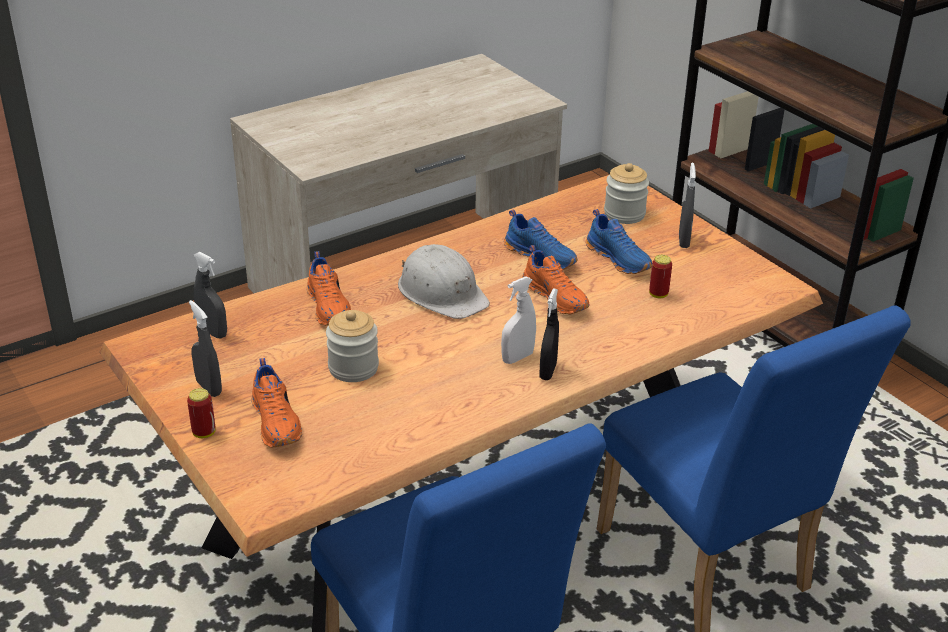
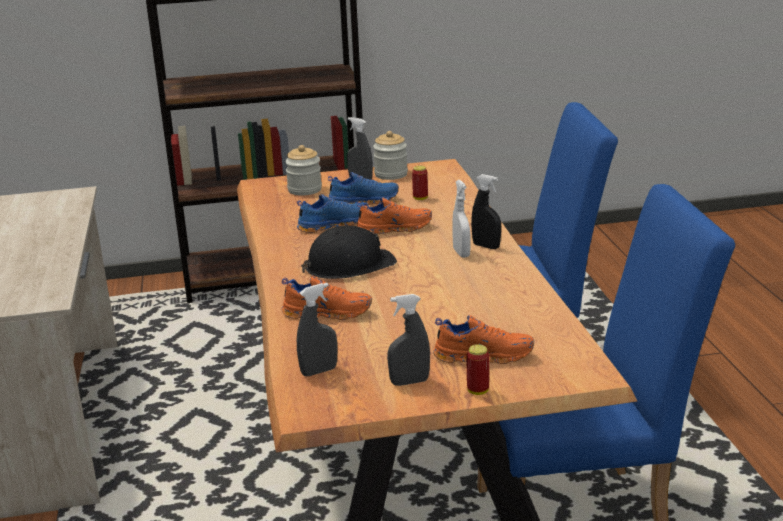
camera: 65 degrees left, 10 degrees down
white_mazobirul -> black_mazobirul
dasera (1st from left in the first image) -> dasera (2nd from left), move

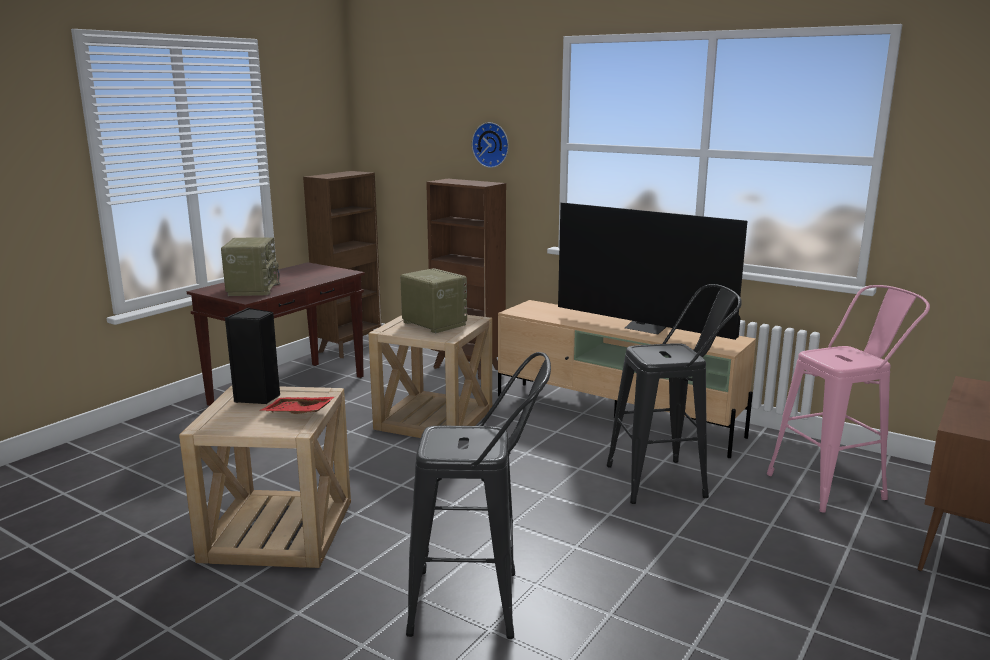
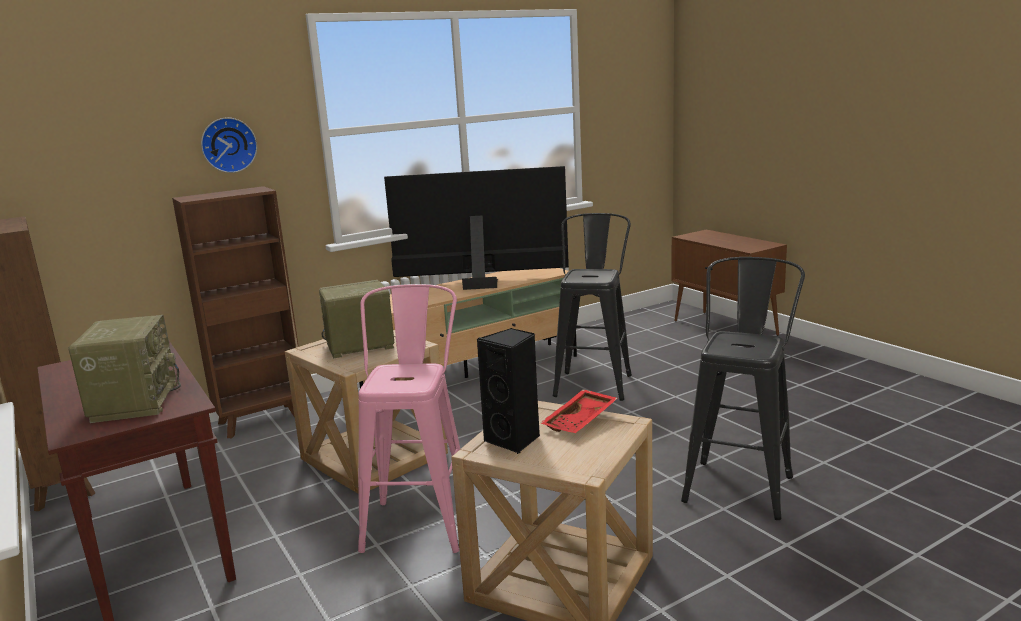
camera: 65 degrees left, 0 degrees up
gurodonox, 150 degrees counterclockwise
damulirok (1st from left), 60 degrees clockwise
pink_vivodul, move

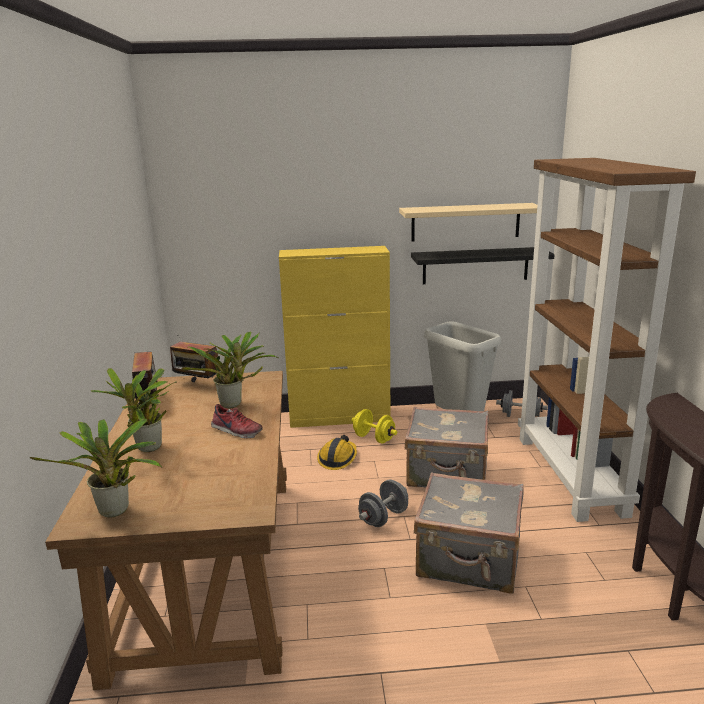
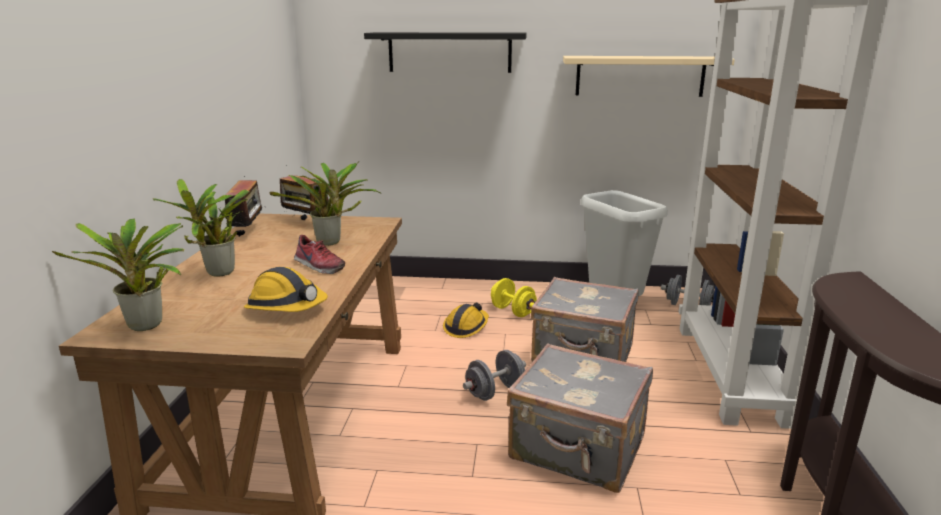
camera: 10 degrees right, 0 degrees up
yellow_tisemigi -> none
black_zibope, move
none -> mazobirul (1st from left)

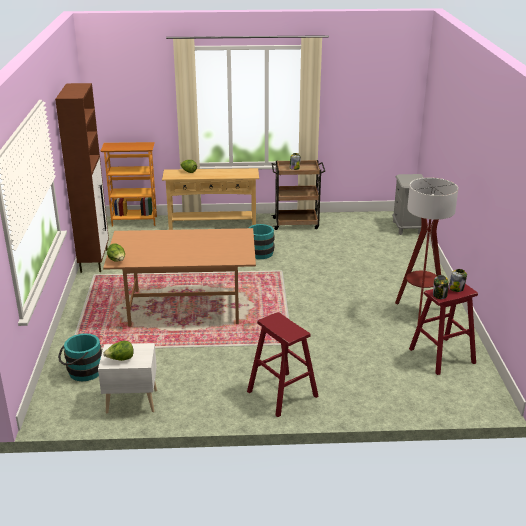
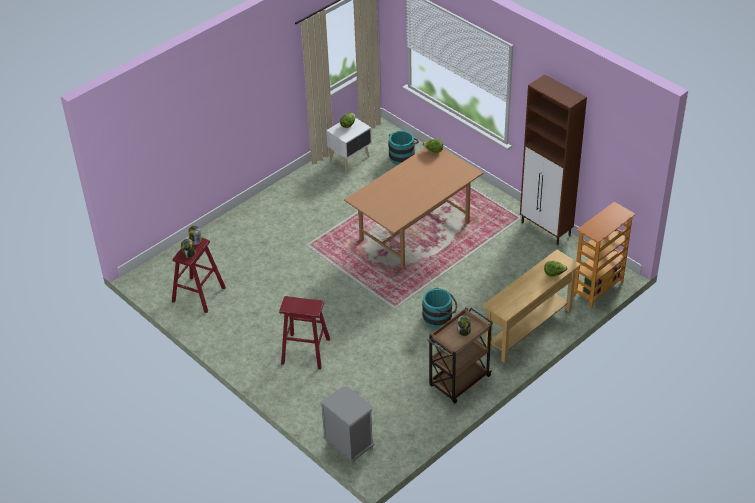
camera: 140 degrees right, 15 degrees up
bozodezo -> none
red_vivodul (1st from left in the first image) -> red_vivodul (2nd from left), move

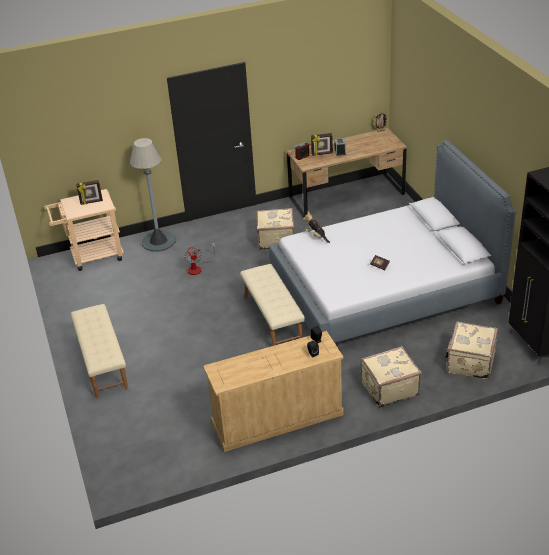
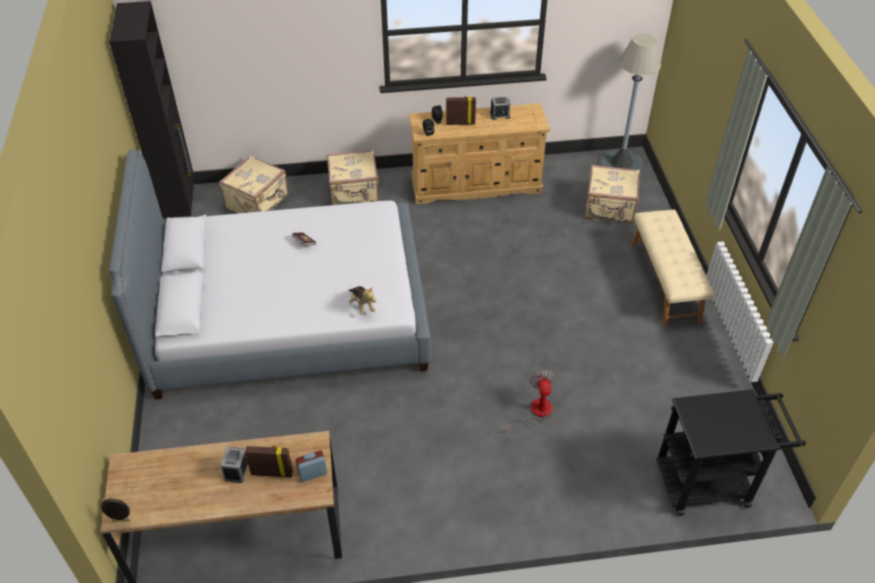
camera: 170 degrees left, 10 degrees up
grey_bozodezo, move
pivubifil (1st from left in the first image) -> pivubifil (3rd from left), move
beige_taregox -> black_taregox
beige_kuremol (1st from left in the first image) -> beige_kuremol (3rd from left), move
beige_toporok (2nd from left) -> none
none -> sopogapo (3rd from left)

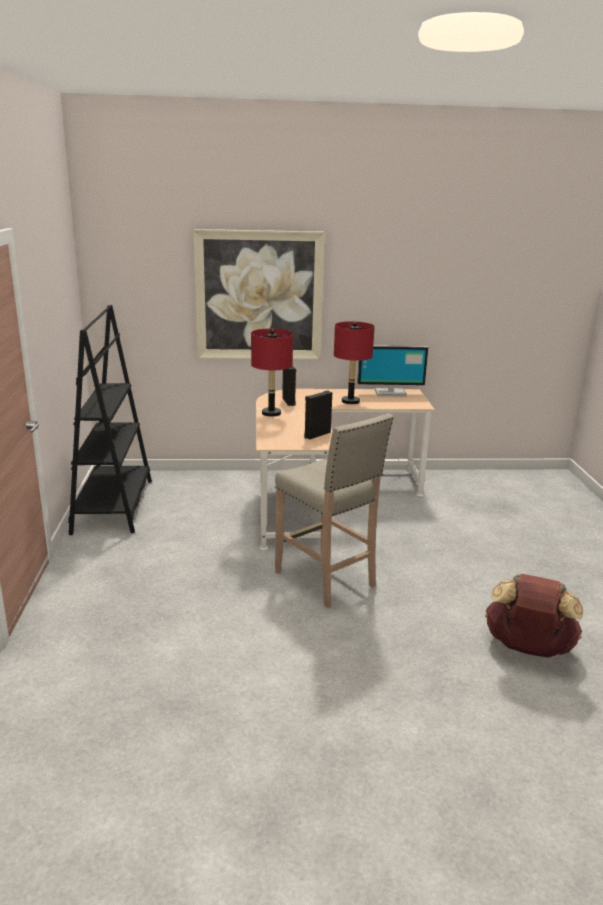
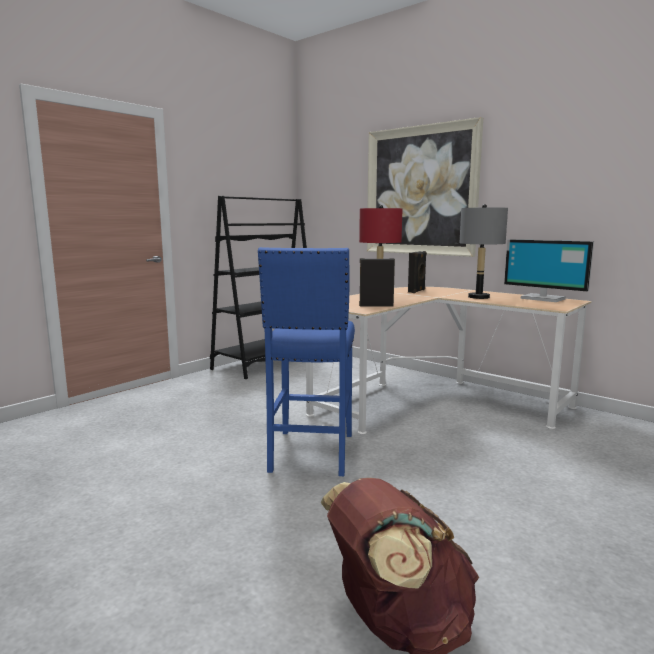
camera: 45 degrees right, 10 degrees down
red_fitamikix (2nd from left) -> grey_fitamikix
beige_vivodul -> blue_vivodul

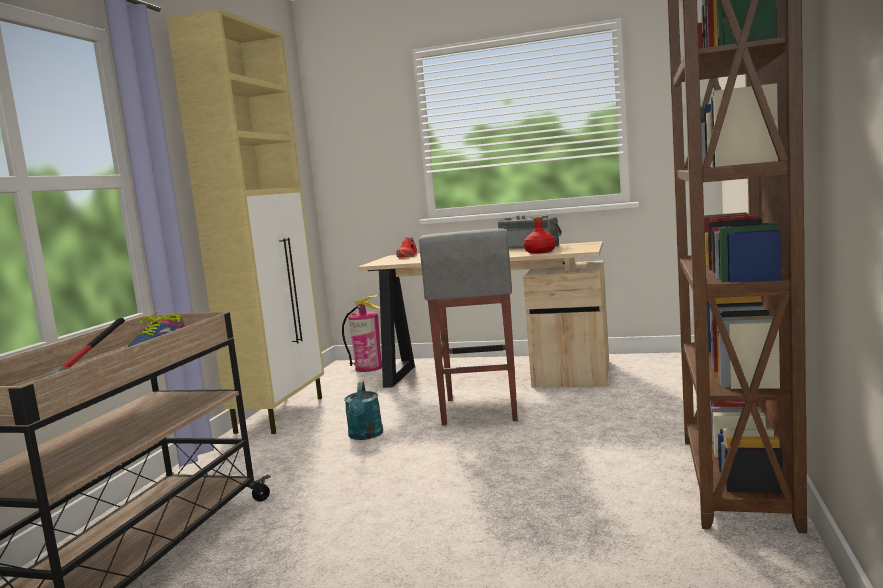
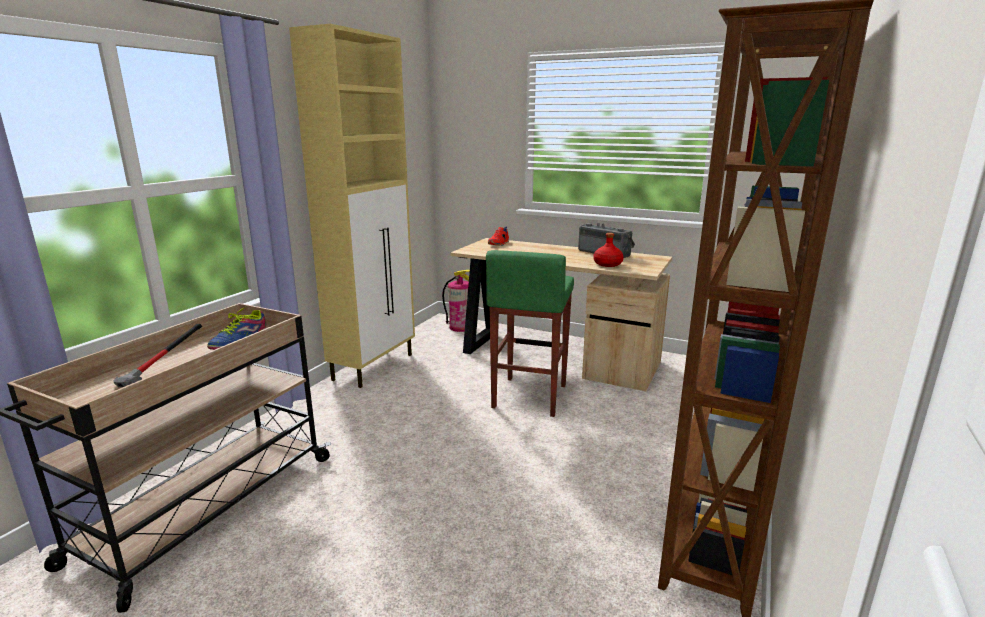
camera: 10 degrees right, 10 degrees up
grey_vivodul -> green_vivodul
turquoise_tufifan -> none

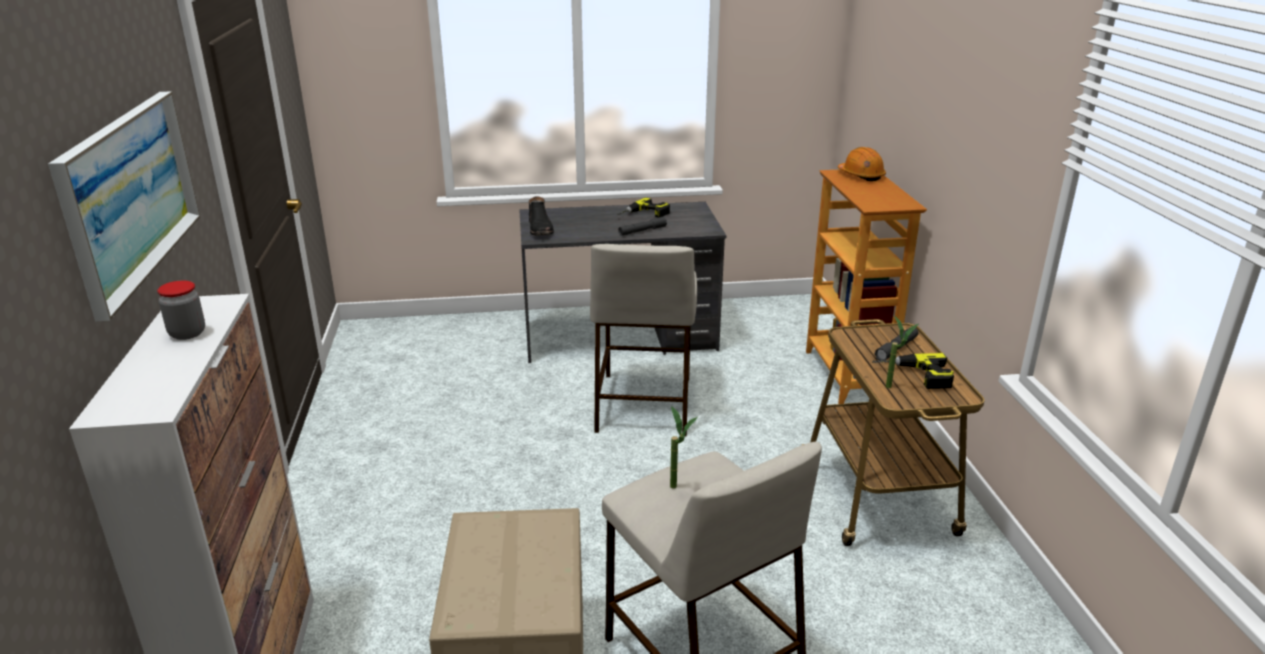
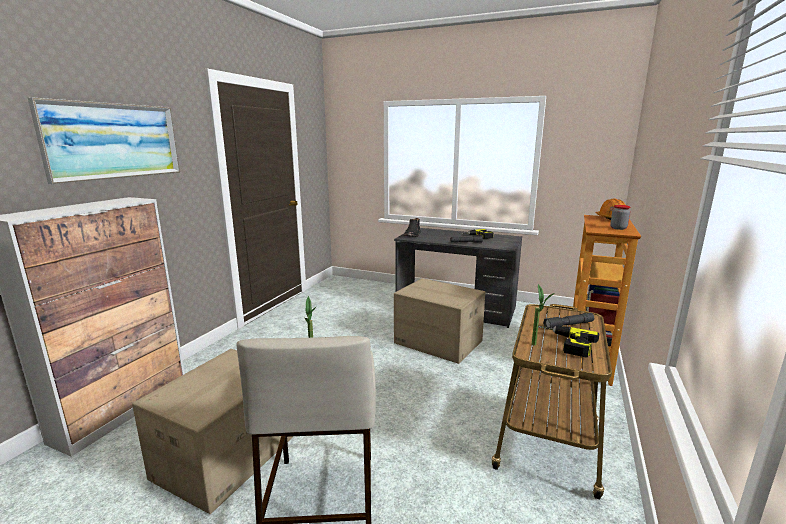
camera: 30 degrees right, 10 degrees down
beige_vivodul (1st from left) -> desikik (2nd from left)
dasera, move

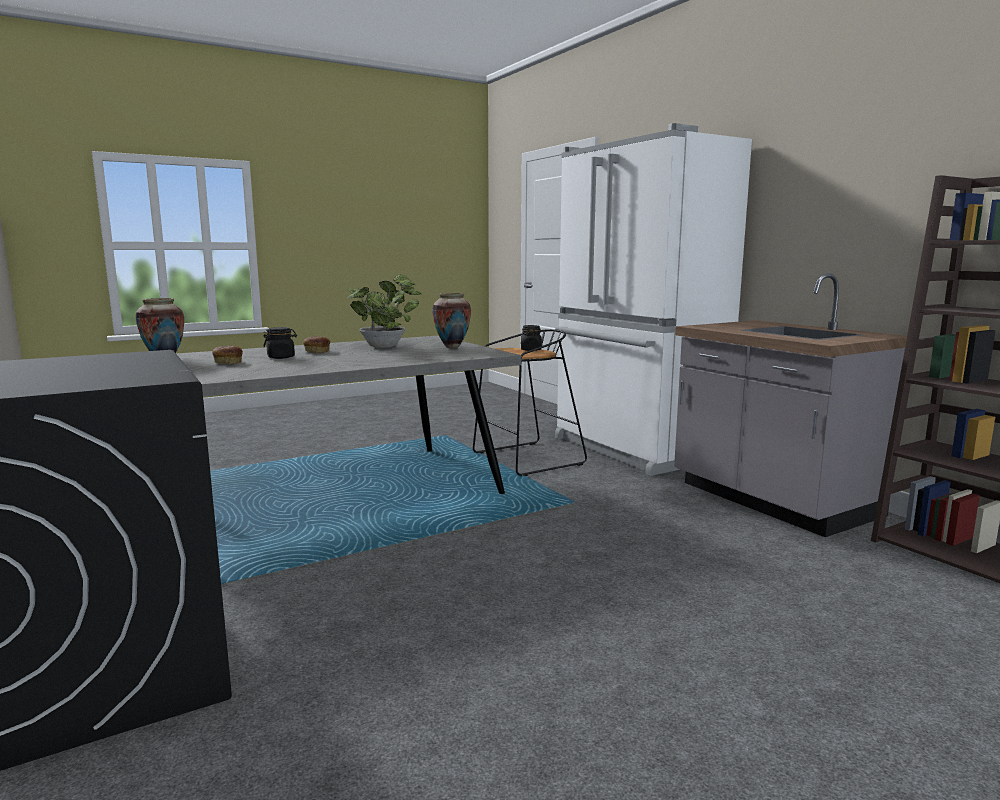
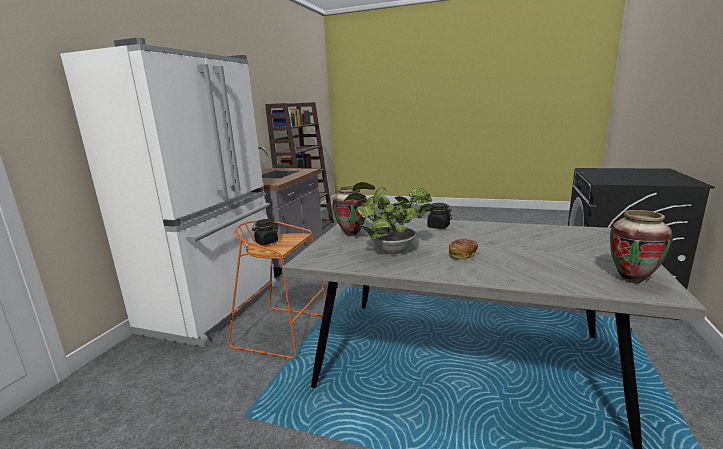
camera: 130 degrees left, 5 degrees up
black_dasera (1st from left in the first image) -> black_dasera (2nd from left), move
black_vivodul -> orange_vivodul
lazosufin (1st from left) -> none

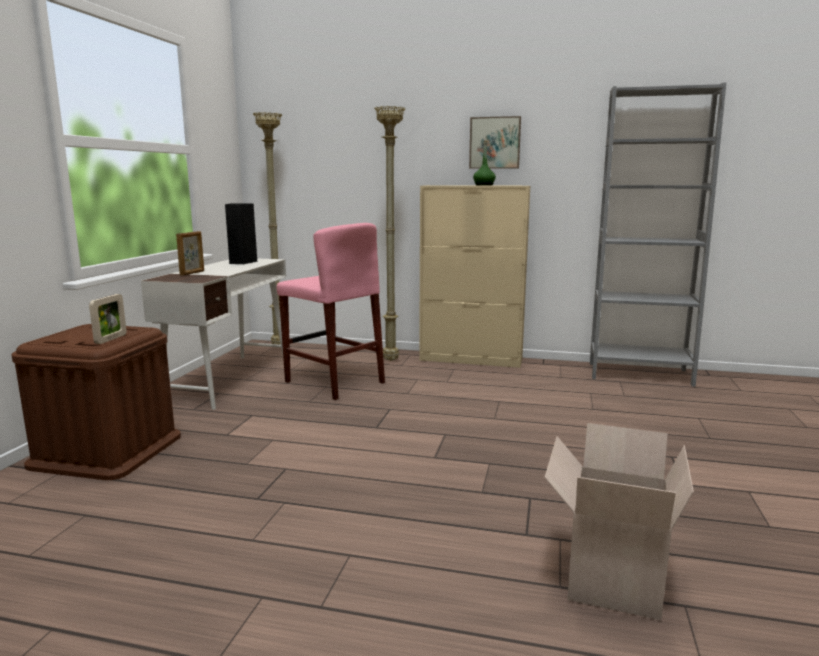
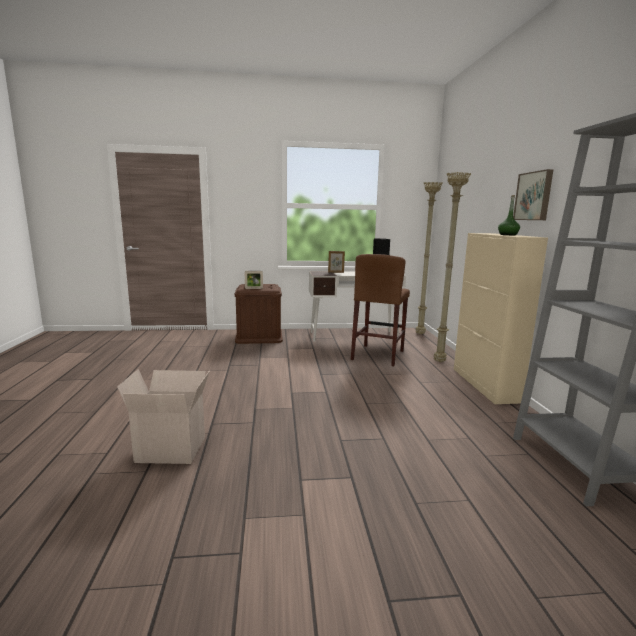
camera: 70 degrees right, 0 degrees up
pink_vivodul -> brown_vivodul

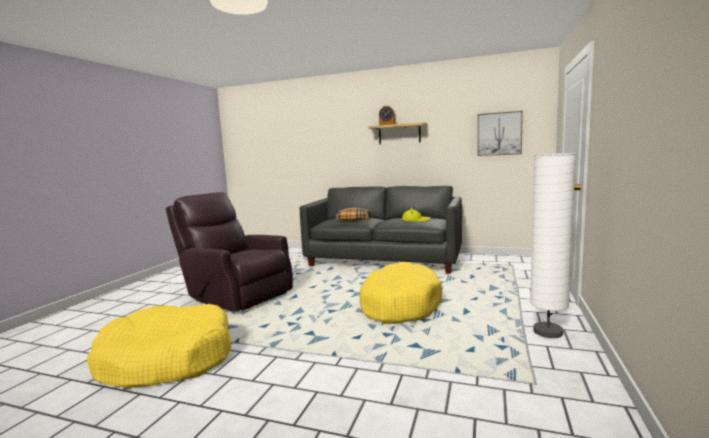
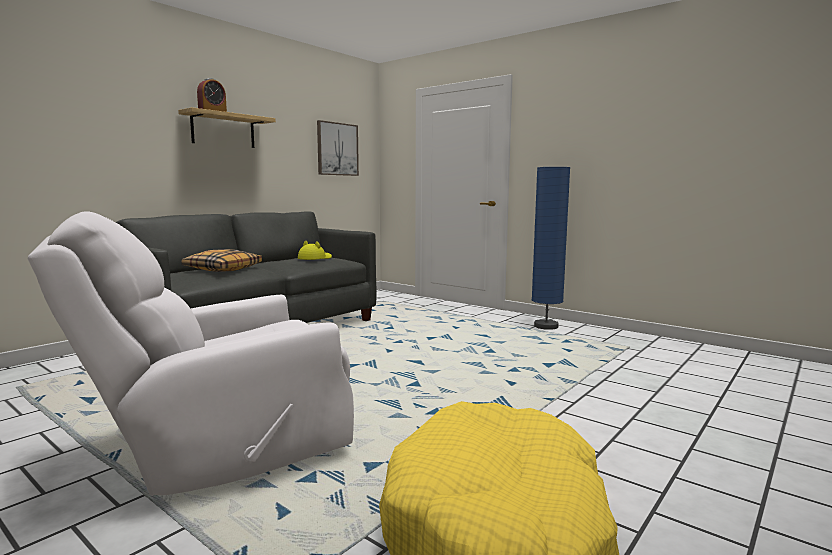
camera: 70 degrees left, 0 degrees up
white_bozodezo -> blue_bozodezo
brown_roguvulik -> white_roguvulik
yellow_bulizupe (2nd from left) -> none

